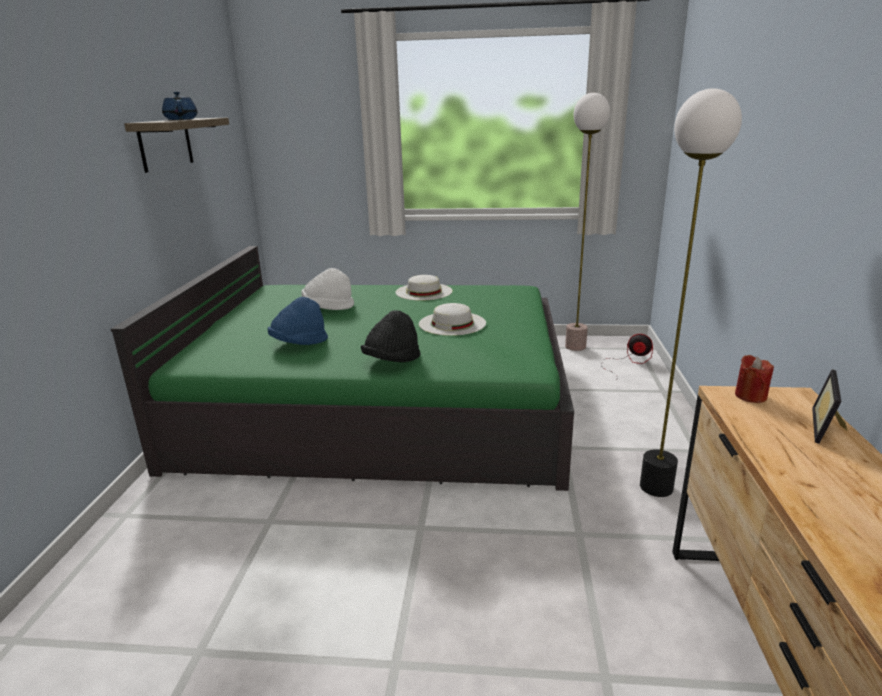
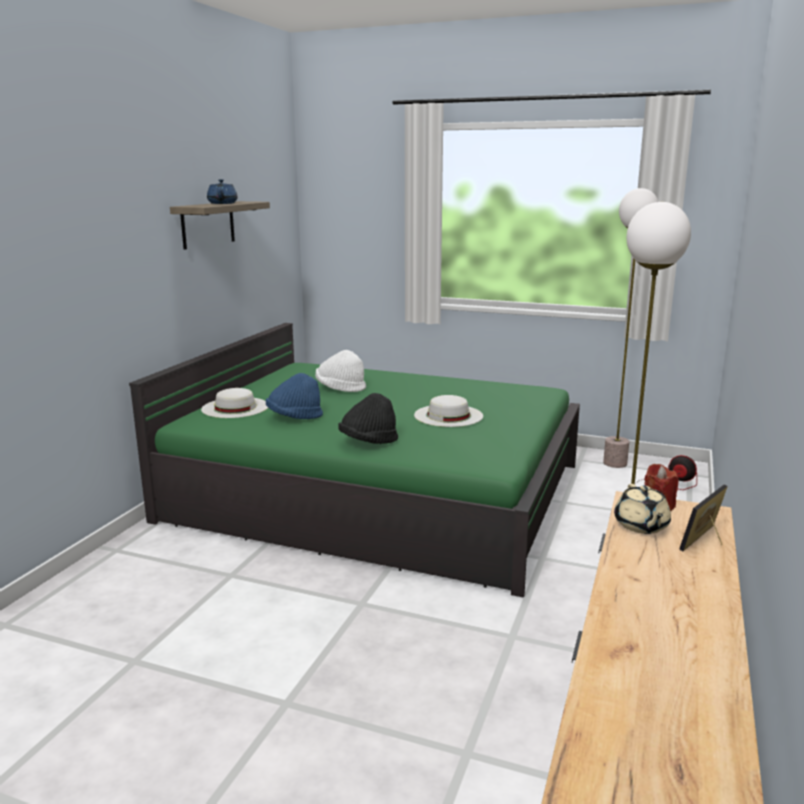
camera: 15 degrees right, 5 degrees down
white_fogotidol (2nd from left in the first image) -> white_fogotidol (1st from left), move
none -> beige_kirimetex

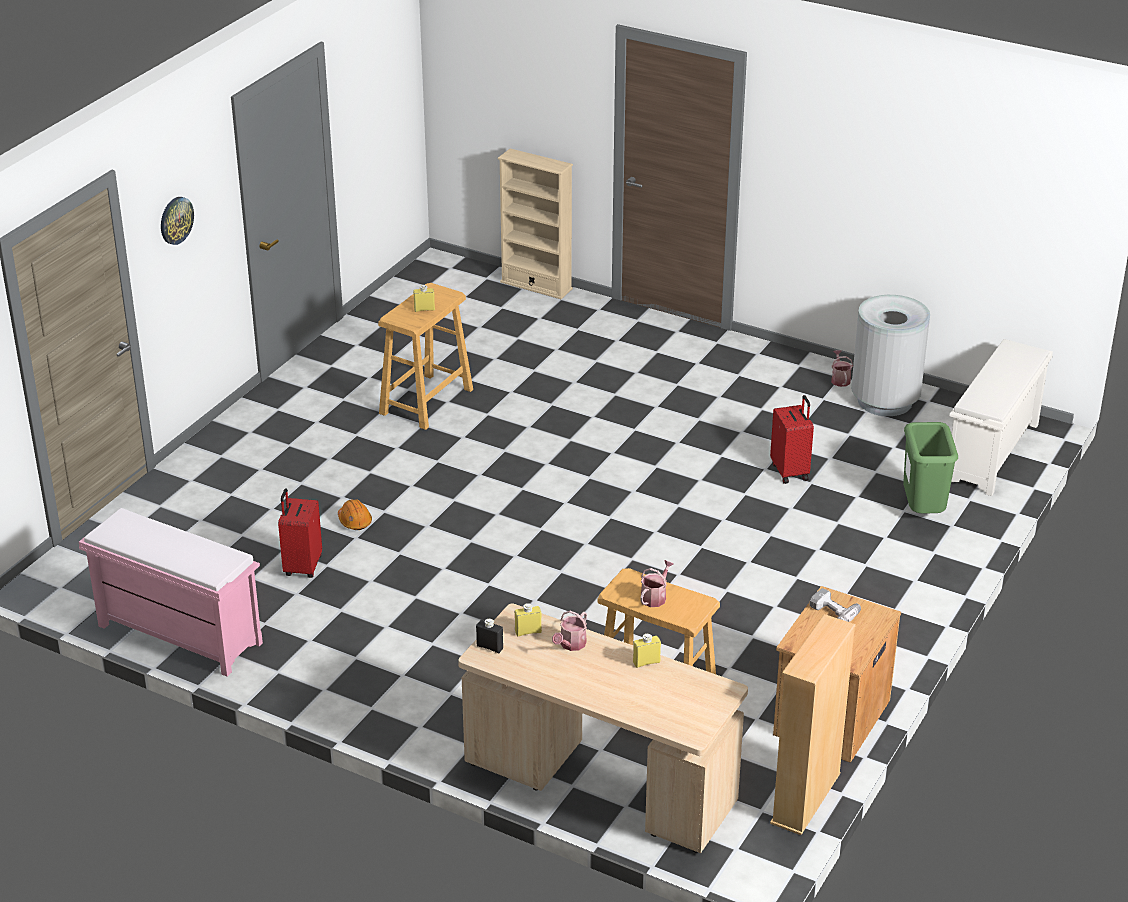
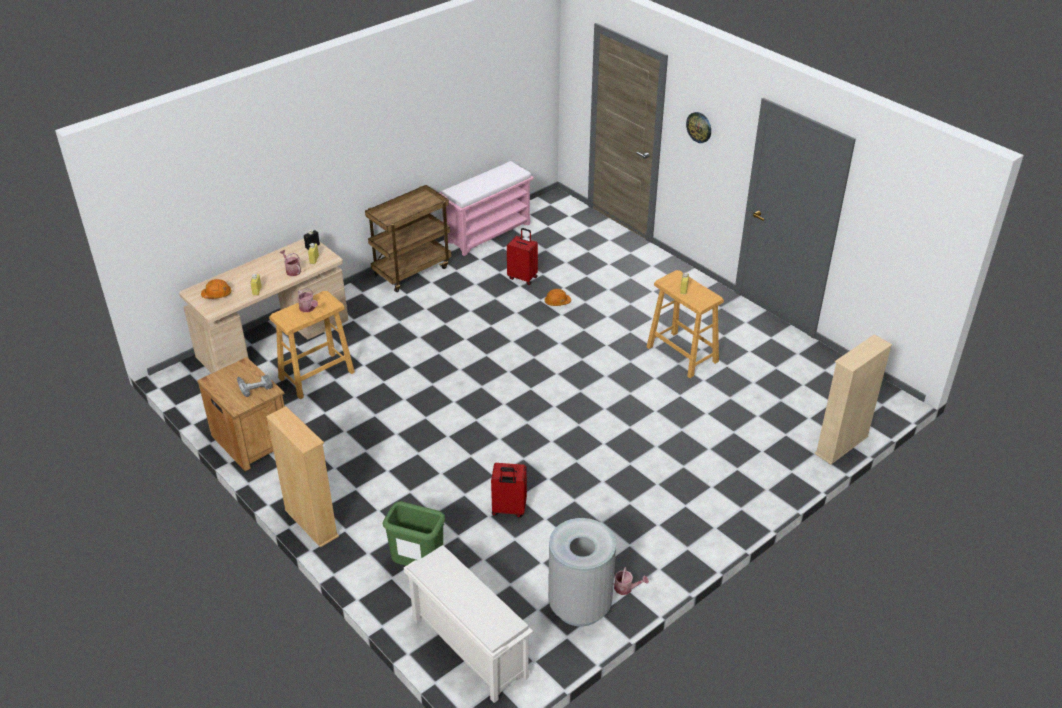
camera: 110 degrees right, 5 degrees up
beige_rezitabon (2nd from left in the first image) -> beige_rezitabon (1st from left), move
none -> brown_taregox
none -> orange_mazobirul (1st from left)

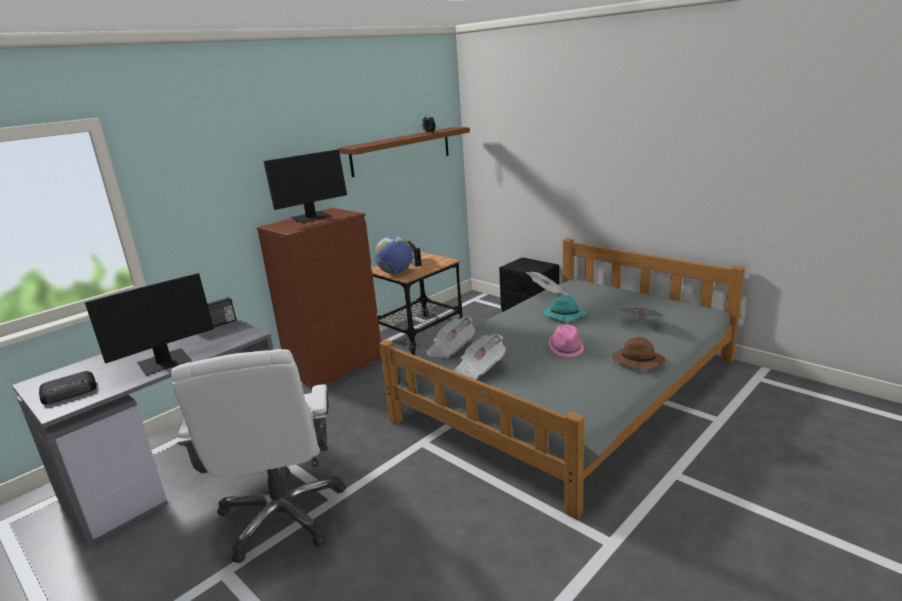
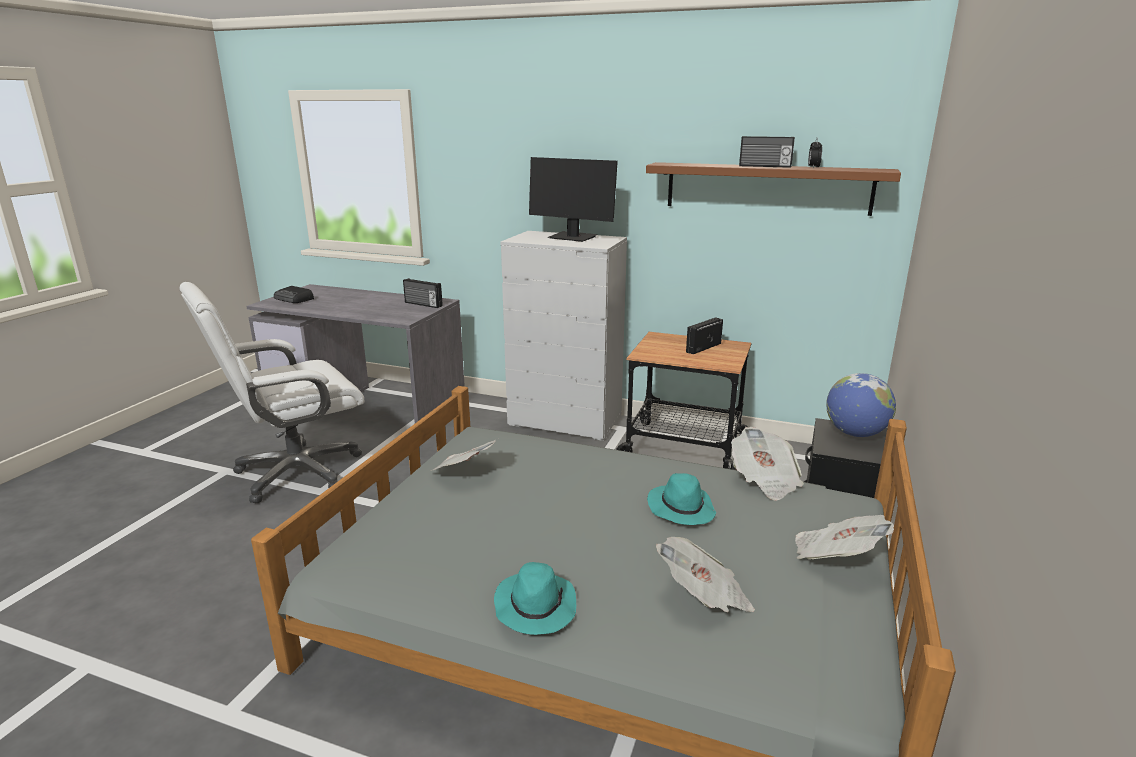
camera: 65 degrees right, 0 degrees up
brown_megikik -> white_megikik
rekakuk, move
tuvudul (1st from left) -> none
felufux (1st from left in the first image) -> felufux (4th from left), move
pink_fogotidol -> none
brown_fogotidol -> turquoise_fogotidol (1st from left)
none -> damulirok (4th from left)

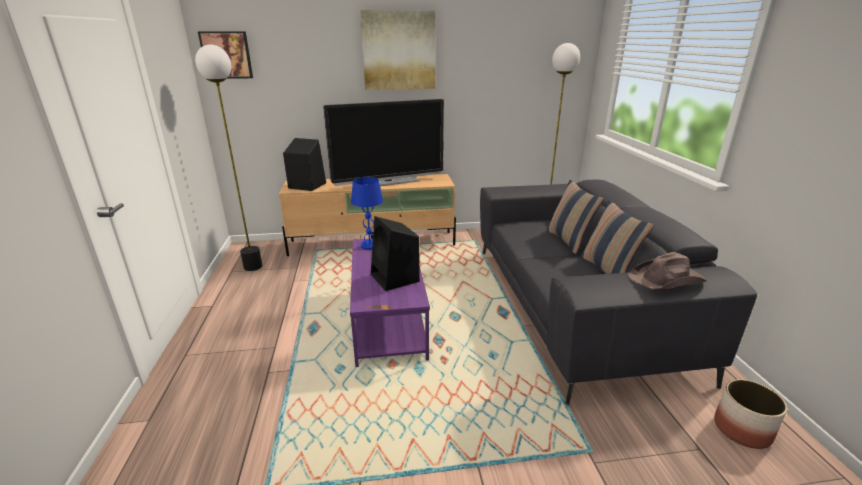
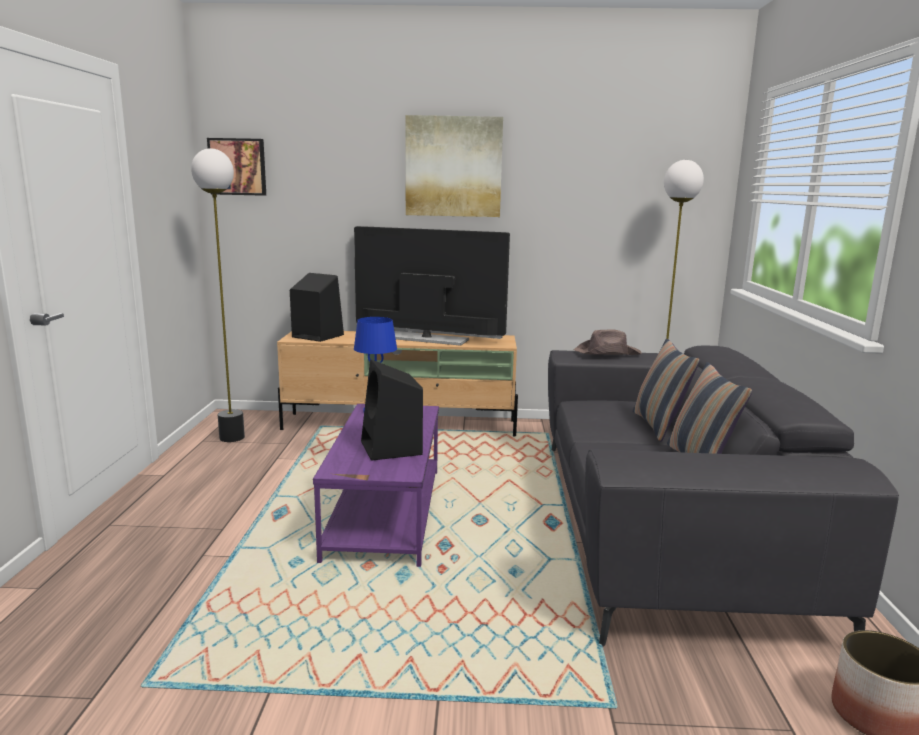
camera: 10 degrees right, 10 degrees down
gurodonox, 150 degrees counterclockwise
brown_fogotidol, move

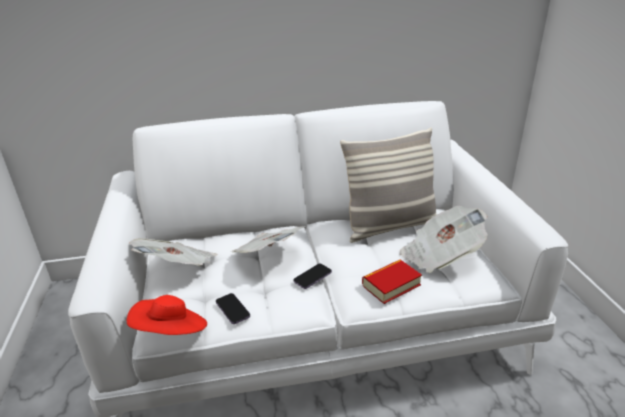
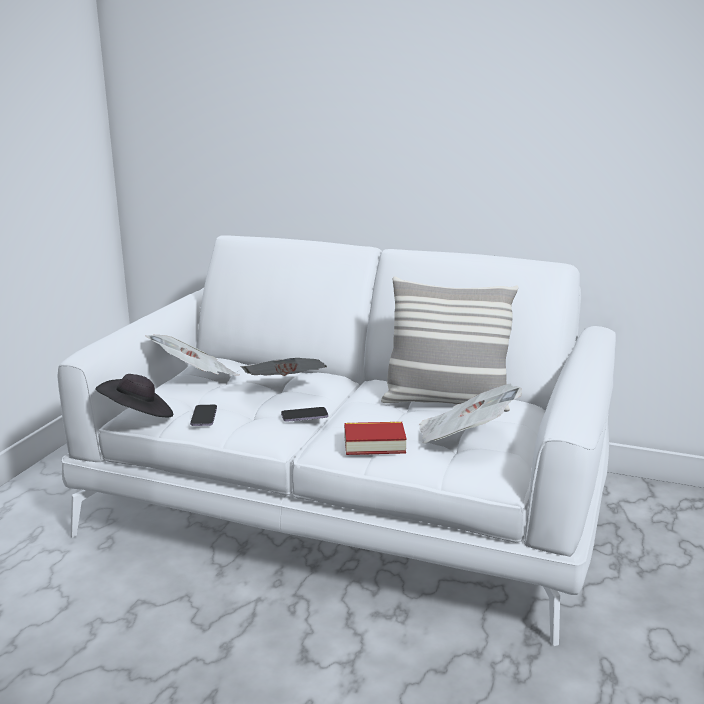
camera: 30 degrees right, 10 degrees down
red_fogotidol -> black_fogotidol

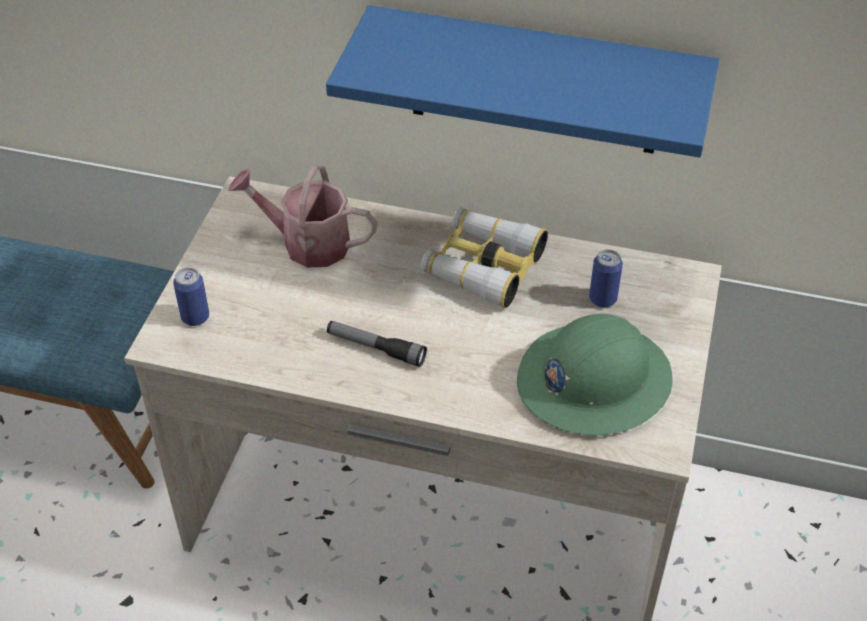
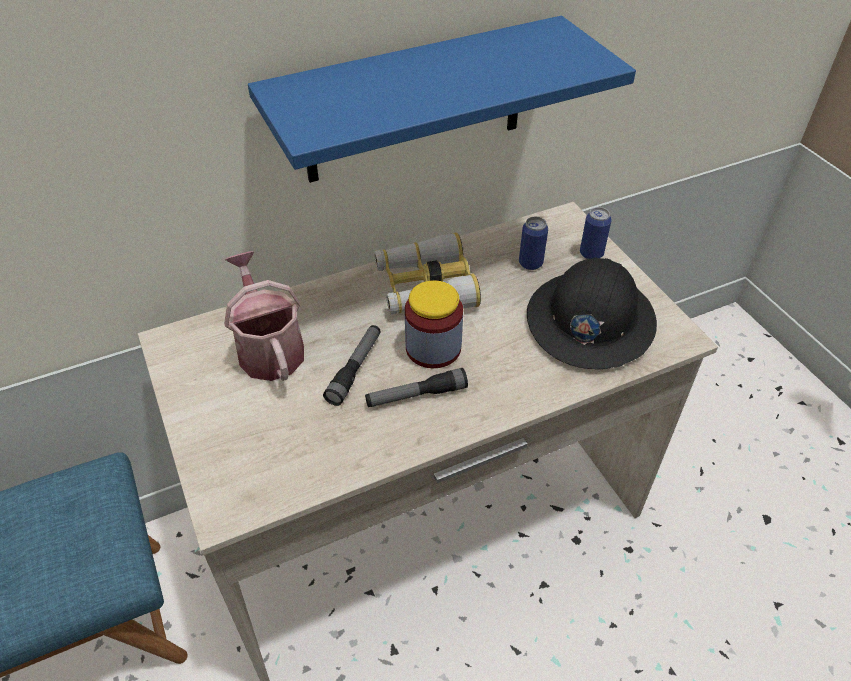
camera: 40 degrees left, 0 degrees up
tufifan, 90 degrees clockwise
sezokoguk (1st from left in the first image) -> sezokoguk (2nd from left), move
green_mazobirul -> black_mazobirul
none -> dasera
none -> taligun (1st from left)

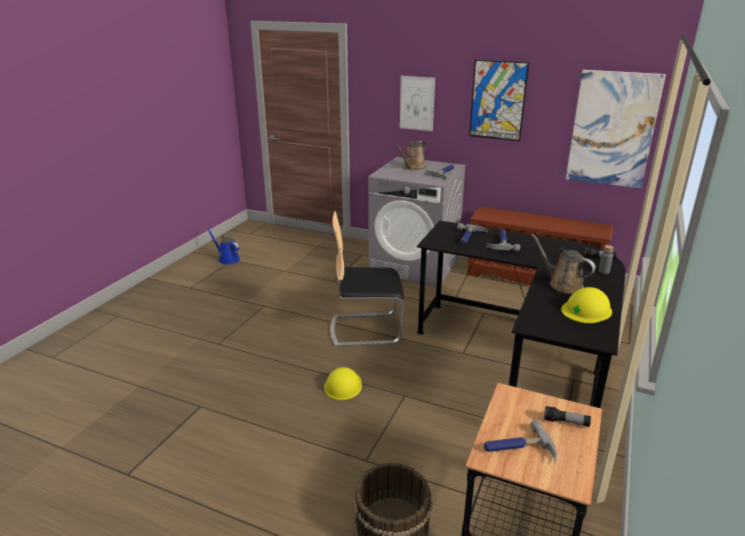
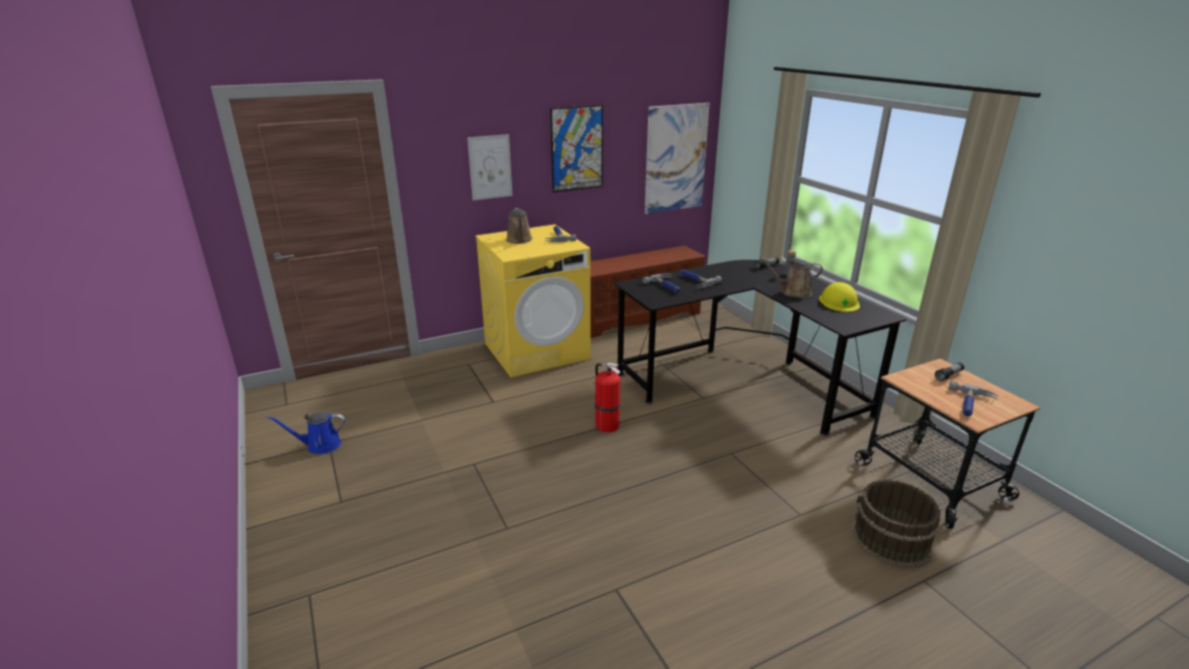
camera: 50 degrees left, 0 degrees up
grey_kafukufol -> yellow_kafukufol
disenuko -> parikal
yellow_mazobirul (1st from left) -> none

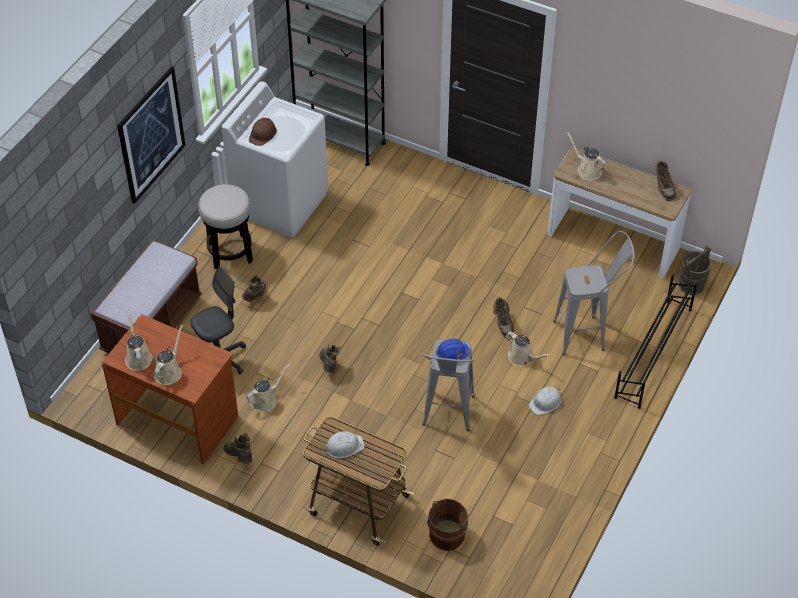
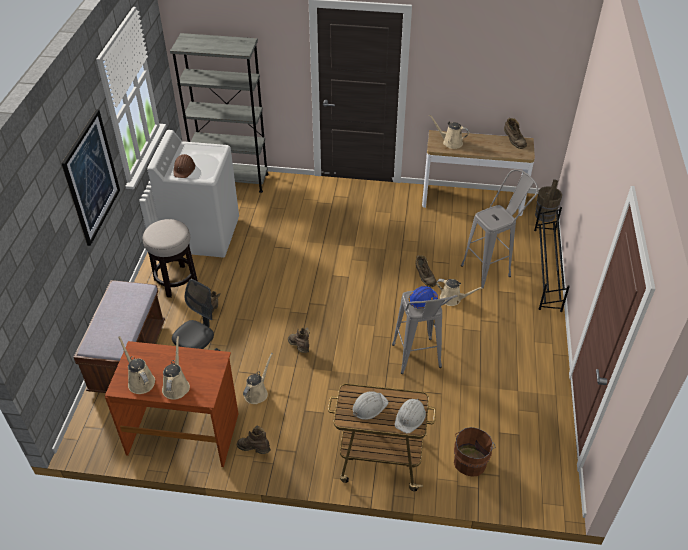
camera: 20 degrees left, 5 degrees down
white_mazobirul (2nd from left), move

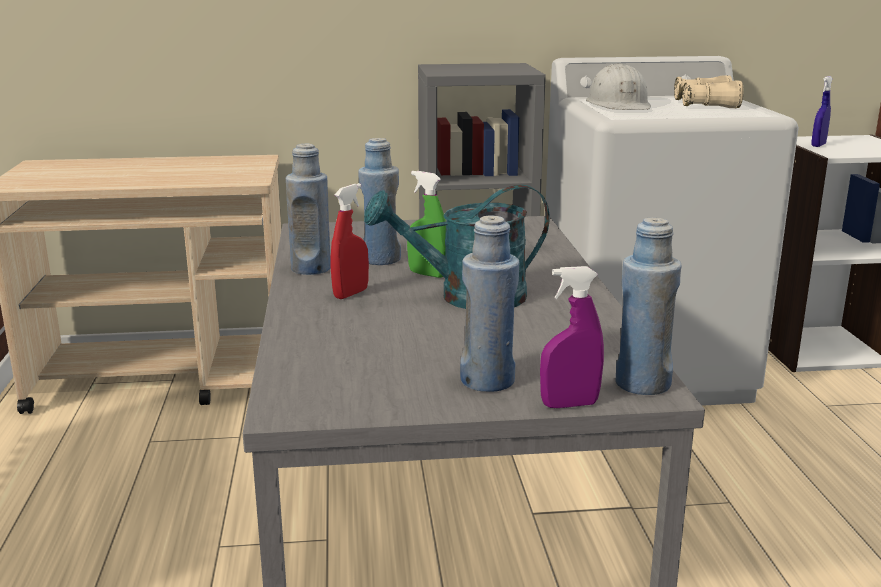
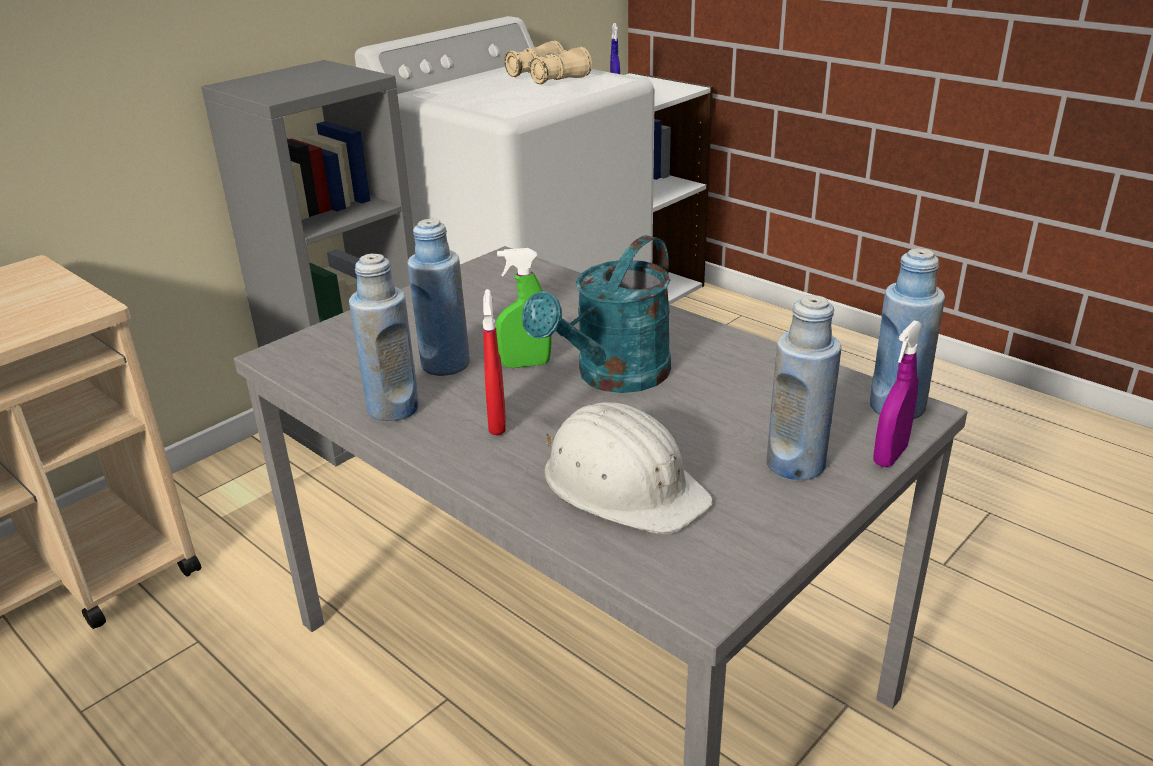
camera: 40 degrees left, 10 degrees up
white_mazobirul, move

